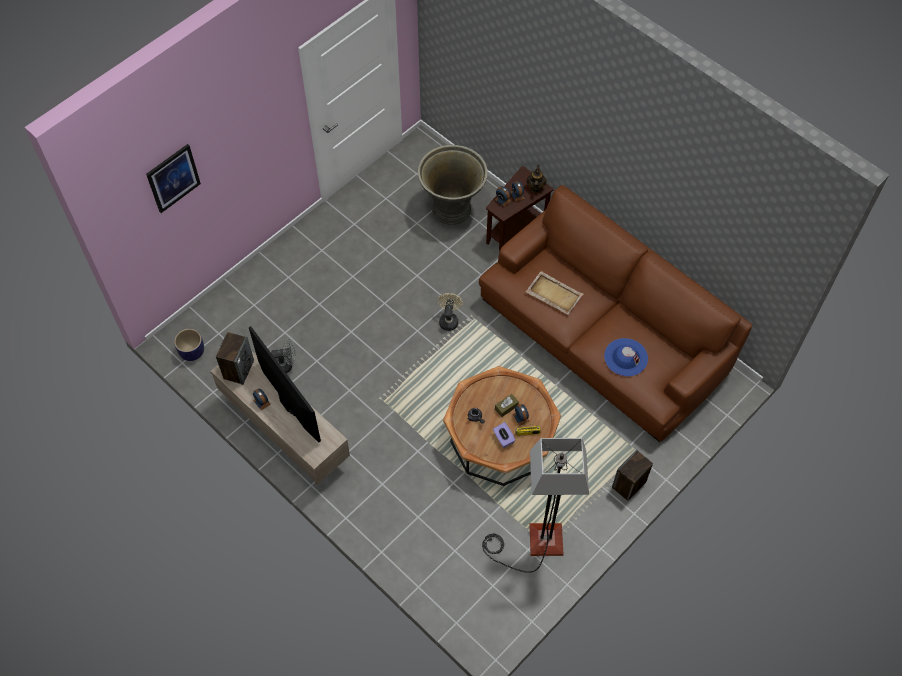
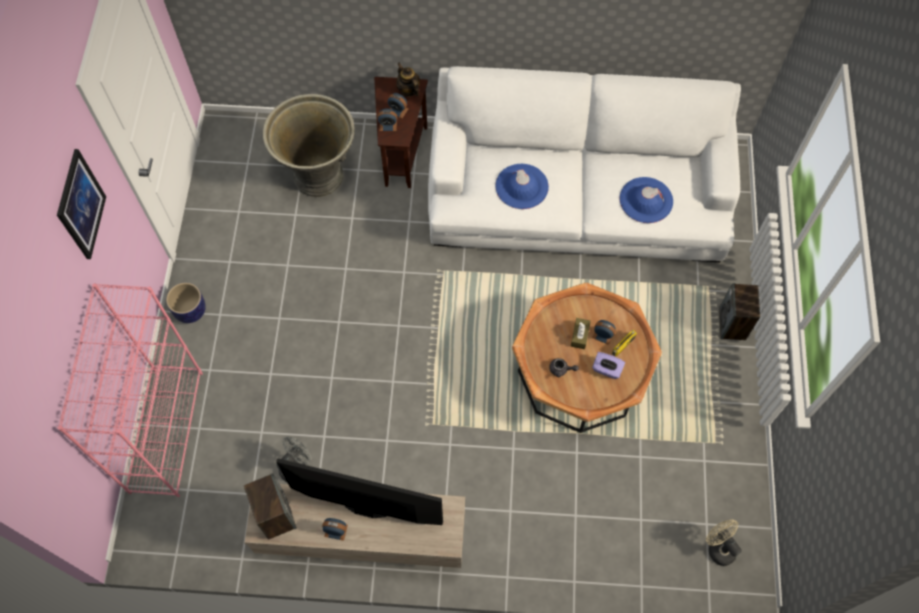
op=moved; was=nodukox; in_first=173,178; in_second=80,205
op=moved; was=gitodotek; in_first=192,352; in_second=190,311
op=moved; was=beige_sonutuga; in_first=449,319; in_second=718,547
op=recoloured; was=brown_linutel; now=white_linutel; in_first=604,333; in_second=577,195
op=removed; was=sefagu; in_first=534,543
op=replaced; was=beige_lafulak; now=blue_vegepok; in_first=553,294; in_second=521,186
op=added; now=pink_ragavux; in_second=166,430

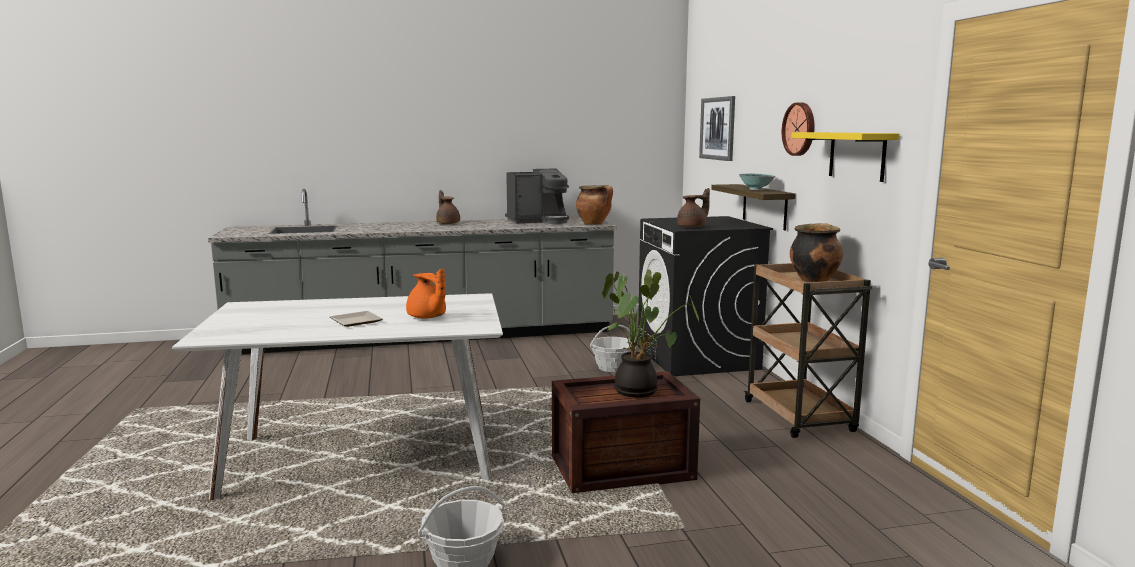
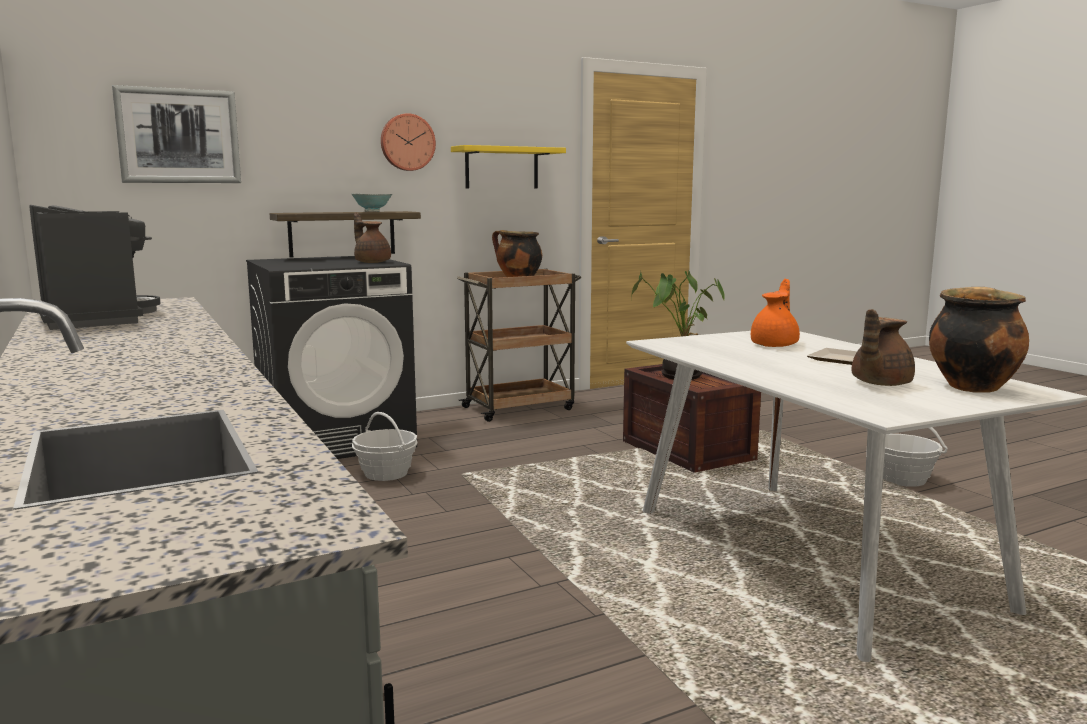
op=moved; was=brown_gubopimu; in_first=448,223; in_second=879,384
op=moved; was=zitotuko; in_first=594,223; in_second=971,387

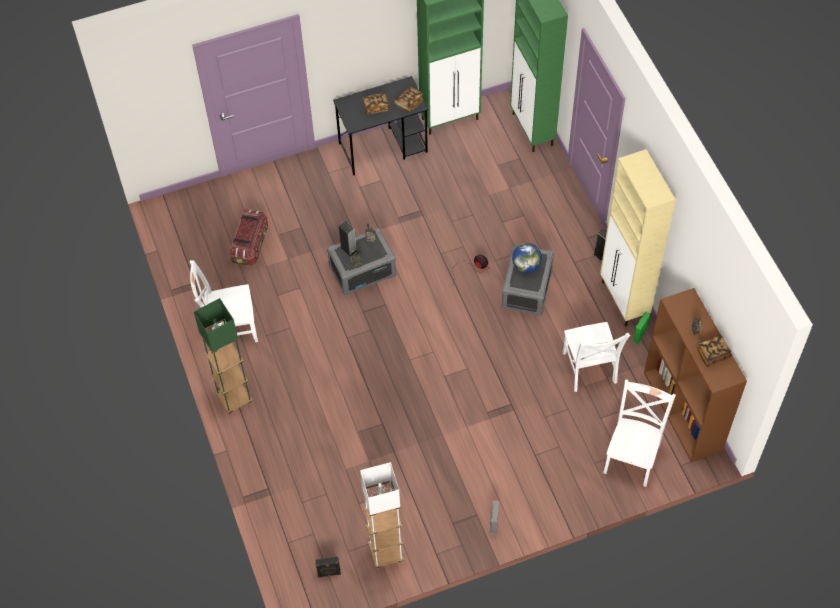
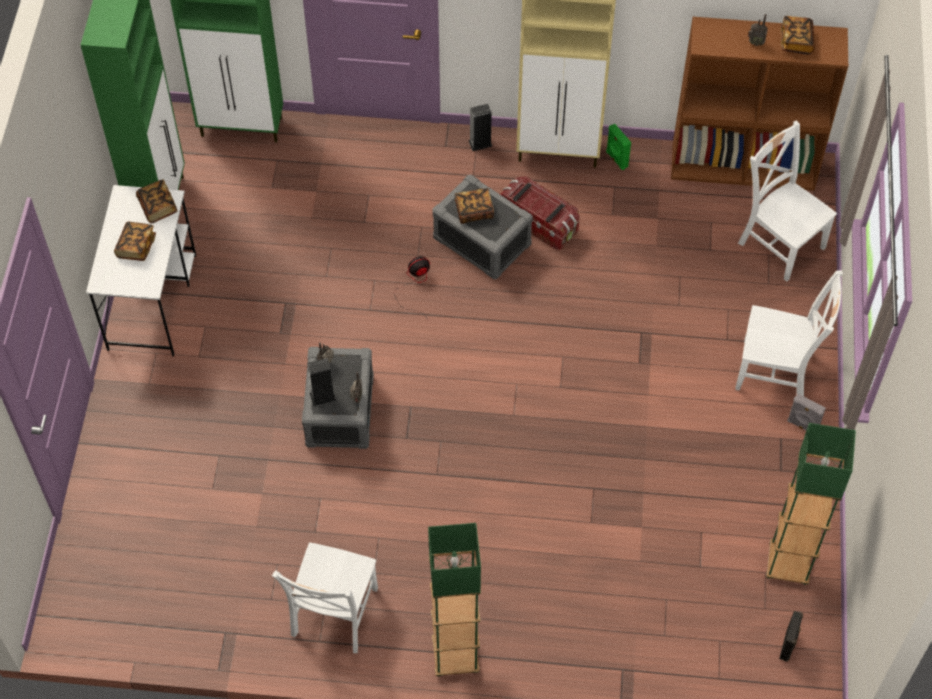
op=moved; was=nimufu; in_first=250,244; in_second=539,222
op=recoloured; was=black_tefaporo; now=white_tefaporo; in_first=383,147; in_second=152,300
op=recoloured; was=white_sefagu; now=green_sefagu; in_first=386,553; in_second=788,564
op=replaced; was=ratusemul; now=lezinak; in_first=526,265; in_second=474,211
op=moved; was=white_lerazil; in_first=589,370; in_second=777,372

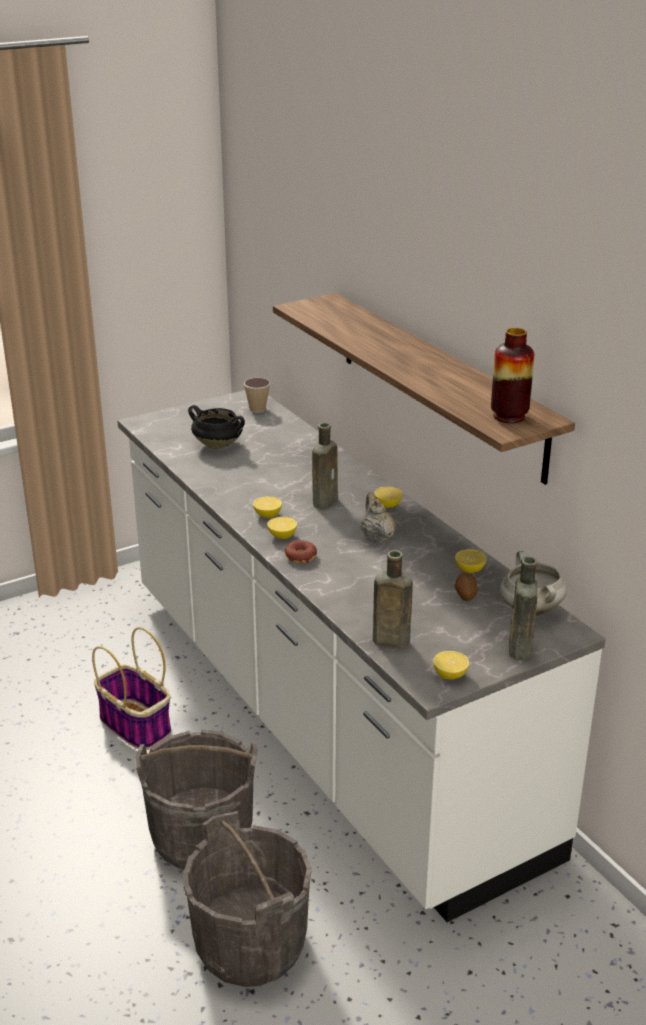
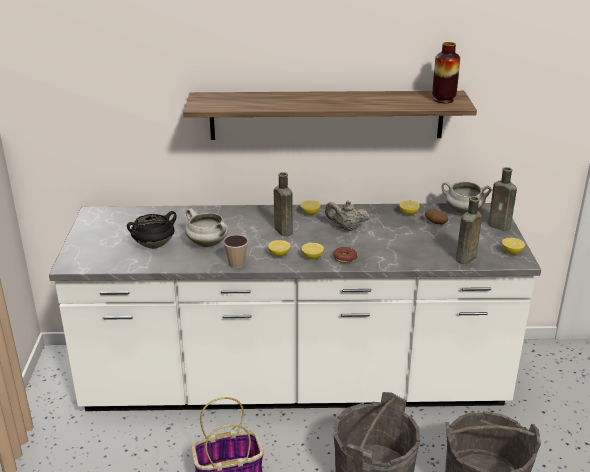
op=moved; was=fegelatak; in_first=257,409; in_second=236,264
op=added; now=white_zitotuko; in_second=208,243

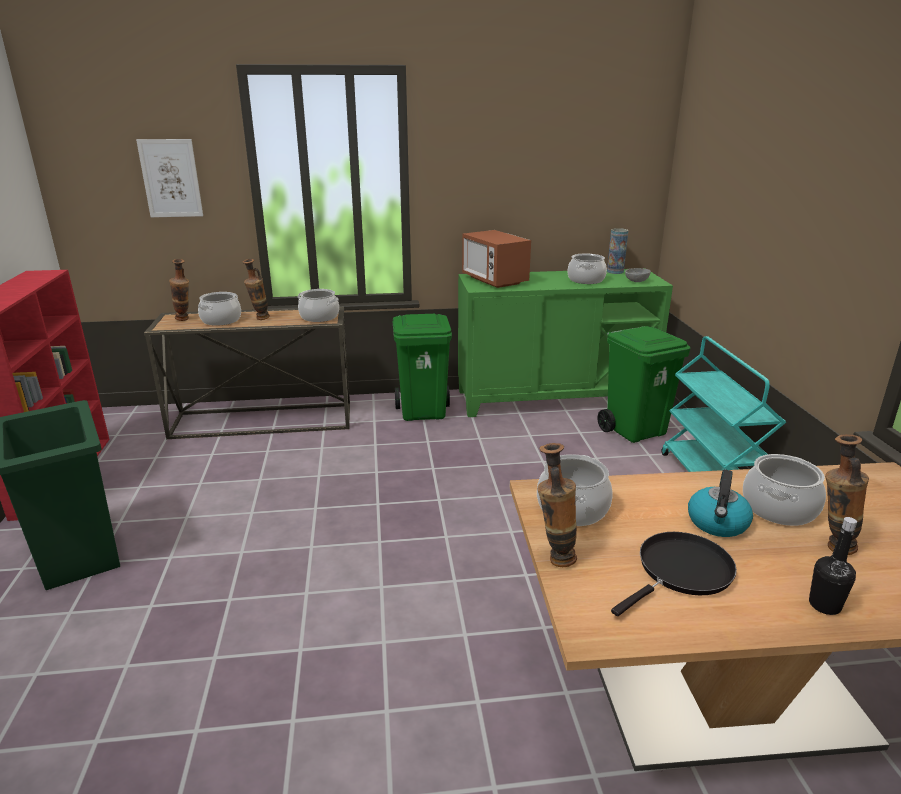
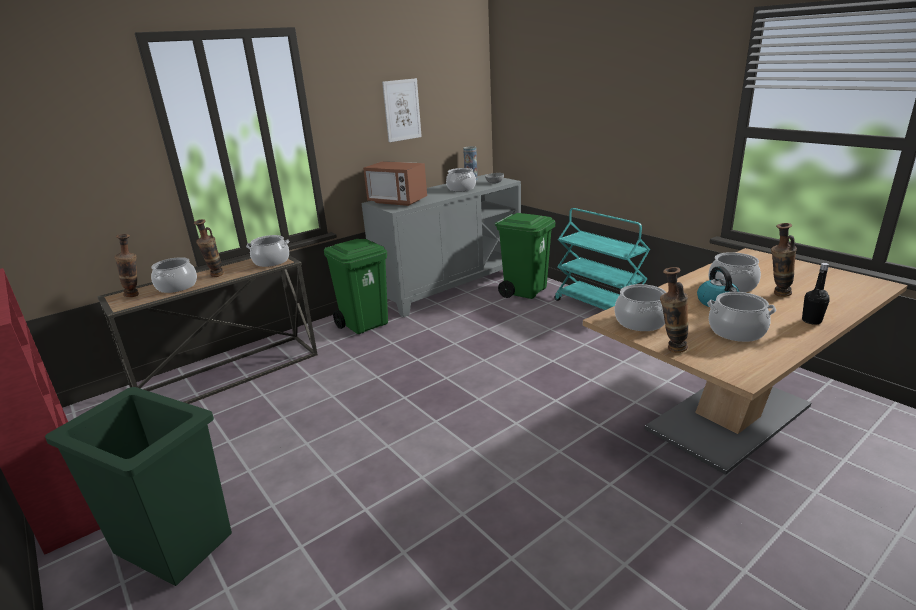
op=moved; was=nodukox; in_first=171,178; in_second=402,110
op=recoloured; was=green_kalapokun; now=grey_kalapokun; in_first=553,398; in_second=450,286
op=replaced; was=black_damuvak; now=zitotuko; in_first=681,572; in_second=736,331

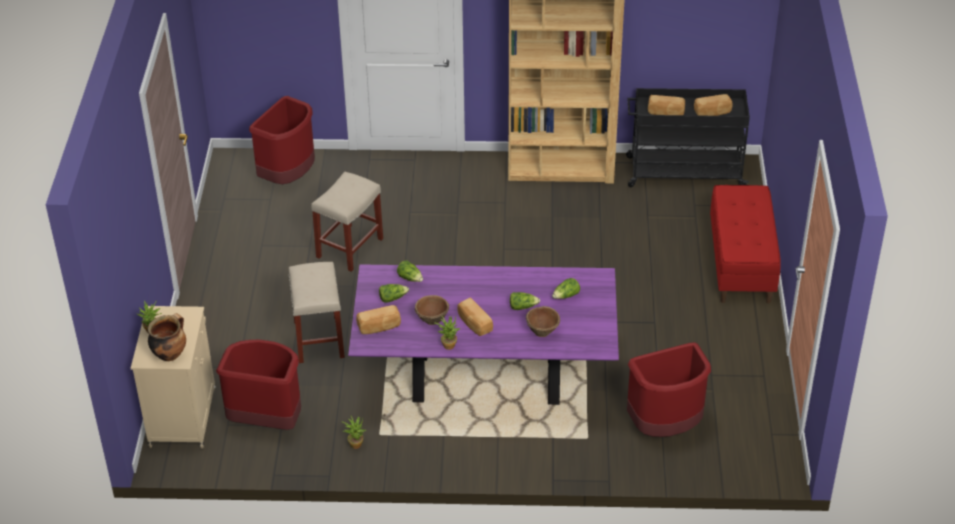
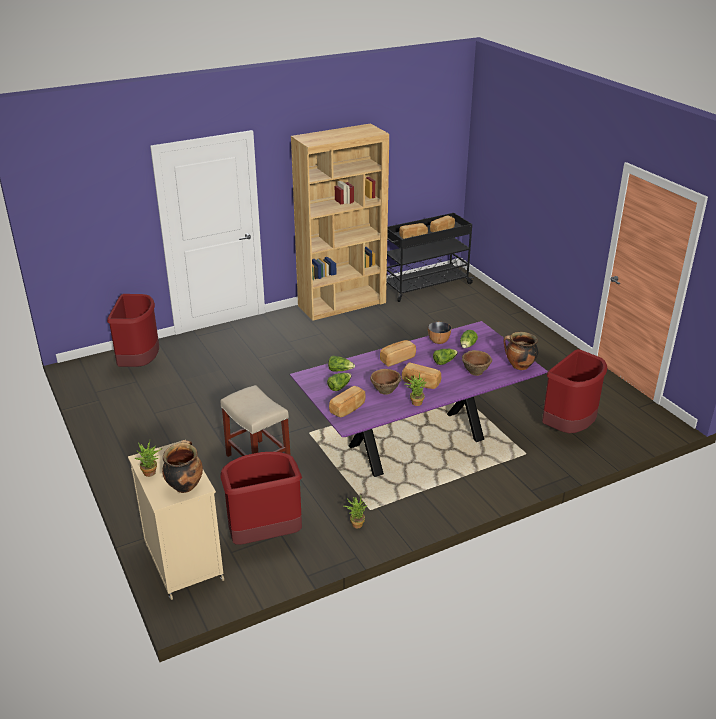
op=removed; was=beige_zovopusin; in_first=350,247
op=removed; was=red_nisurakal; in_first=741,264
op=added; now=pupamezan; in_second=397,359
op=added; now=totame; in_second=439,341
op=added; now=zitotuko; in_second=519,366

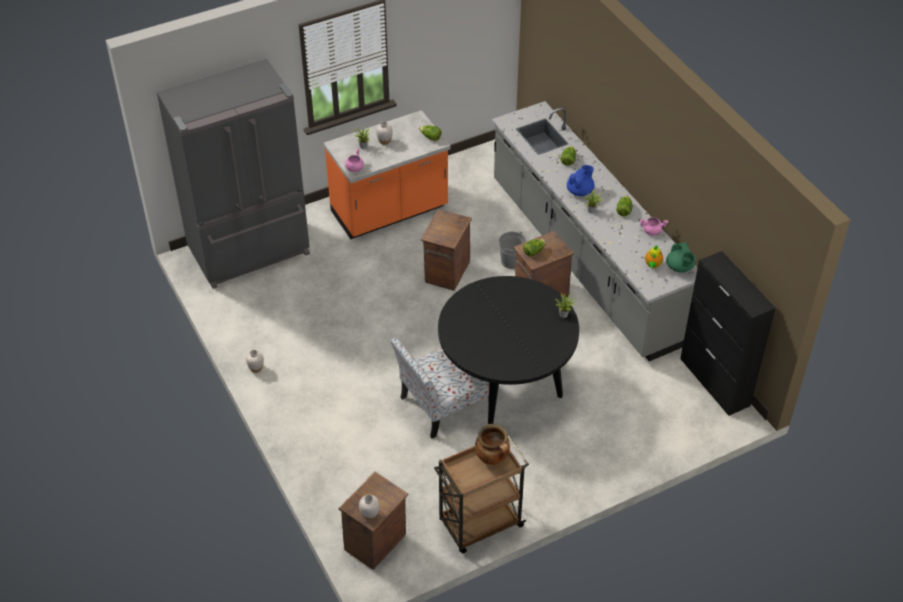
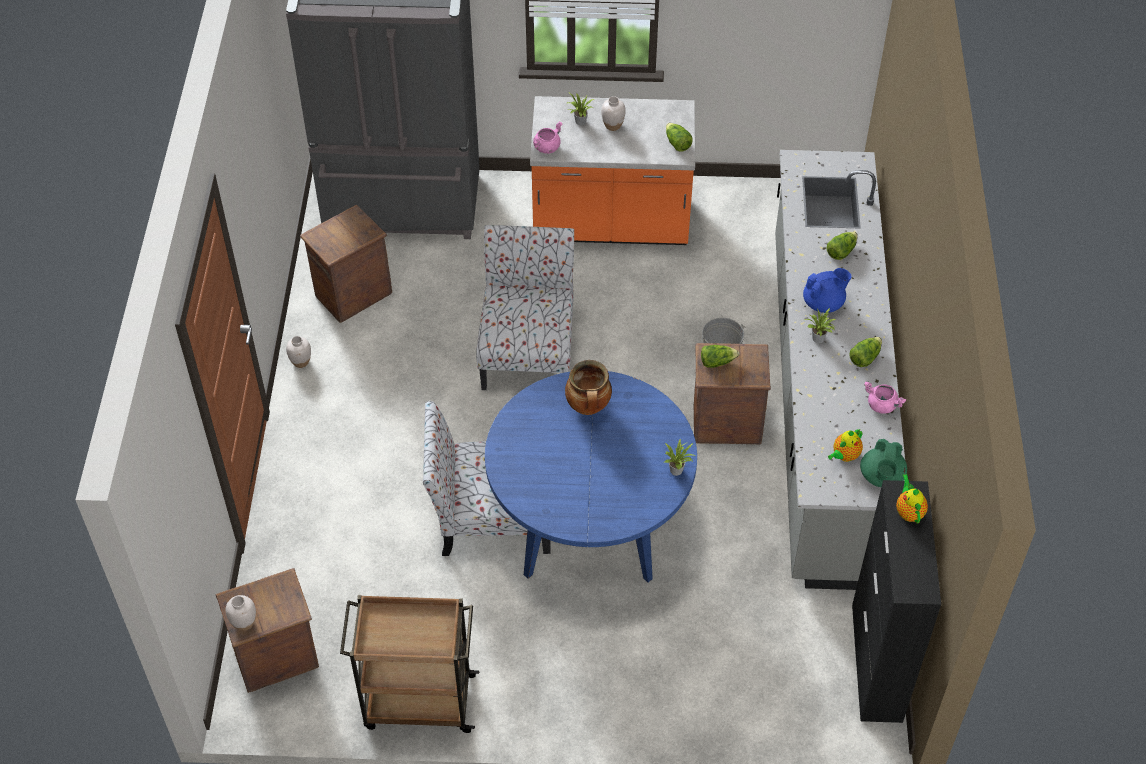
op=moved; was=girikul; in_first=447,272; in_second=352,295
op=recoloured; was=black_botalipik; now=blue_botalipik; in_first=505,383; in_second=590,526
op=moved; was=zitotuko; in_first=492,458; in_second=588,407
op=added; now=lerazil; in_second=528,350
op=added; now=gubopimu; in_second=909,511

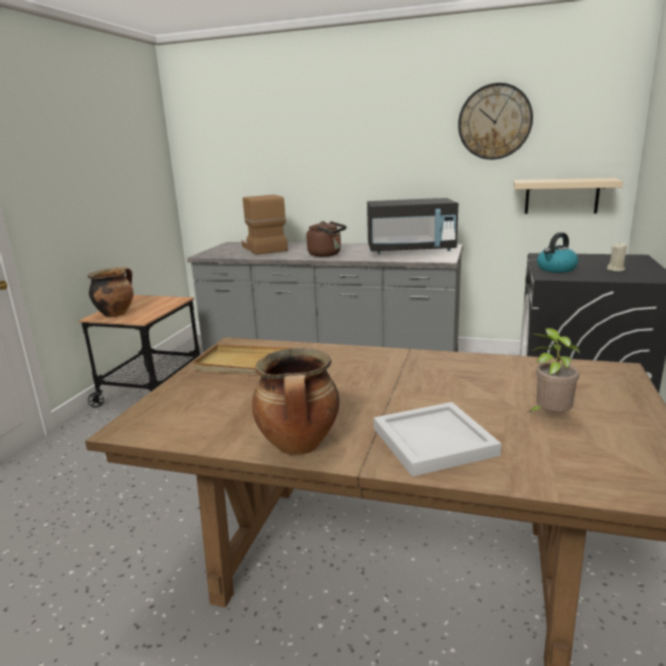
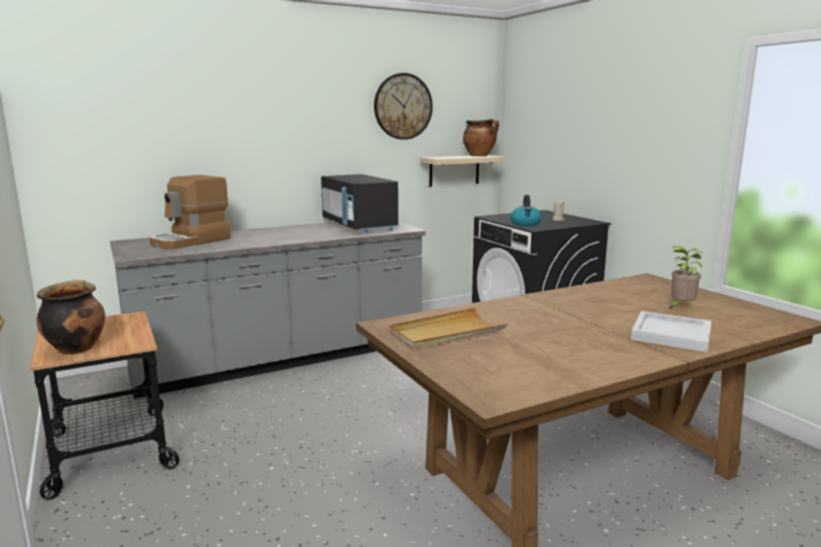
op=turned; was=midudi; in_first=263,248; in_second=191,241; clockwise=-75
op=moved; was=zitotuko; in_first=299,446; in_second=480,156
op=removed; was=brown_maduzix; in_first=327,254
op=turned; was=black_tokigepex; in_first=411,250; in_second=359,226; clockwise=105

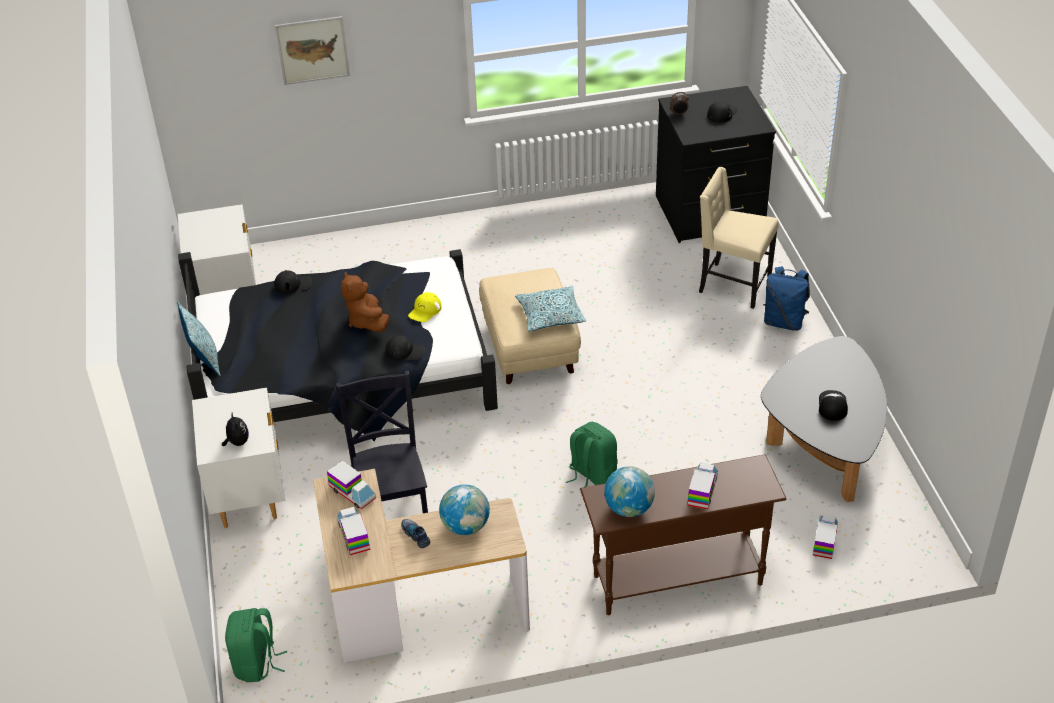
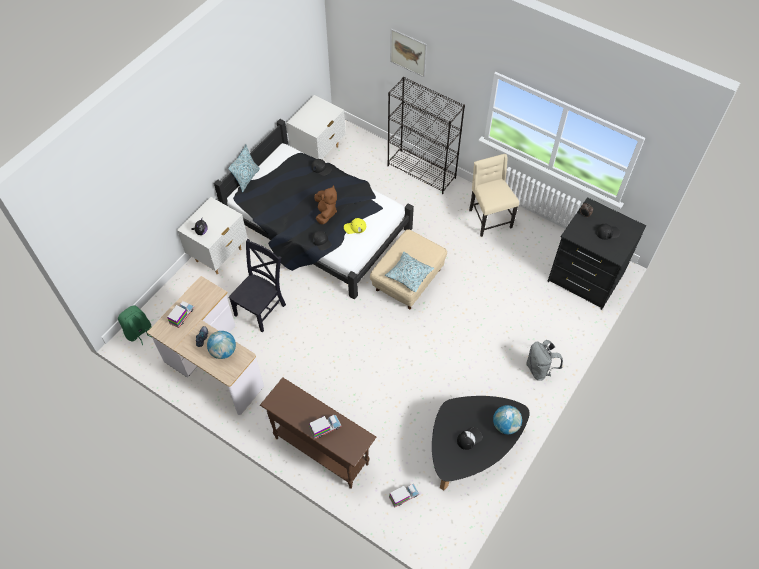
op=removed; was=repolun; in_first=352,493
op=turned; was=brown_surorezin; in_first=367,321; in_second=325,213; clockwise=150
op=removed; was=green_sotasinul; in_first=591,475
op=moved; was=ratusemul; in_first=629,508; in_second=505,425
op=moved; was=beige_lerazil; in_first=733,284; in_second=489,218
op=recoloured; was=blue_sotasinul; now=grey_sotasinul; in_first=784,322; in_second=539,369
op=added; now=black_ragavux; in_second=422,172

